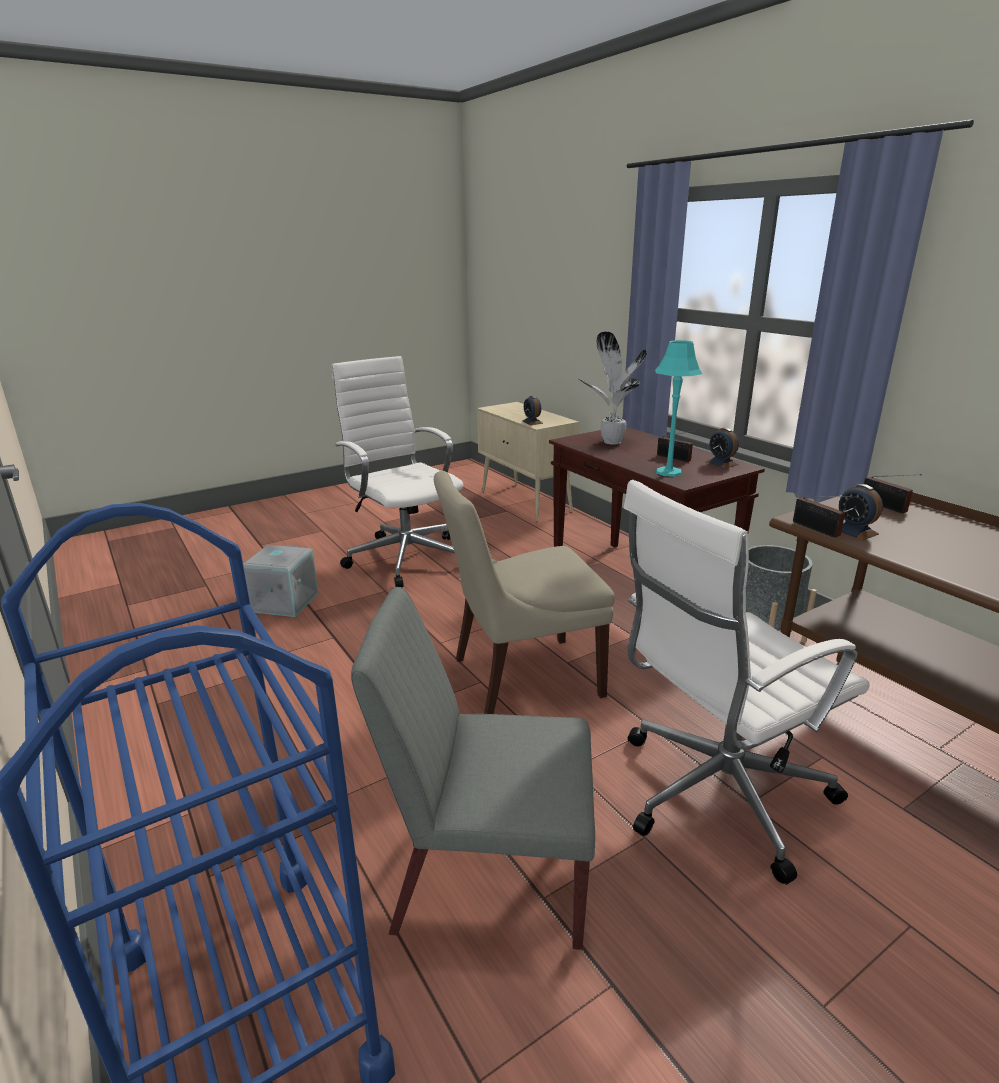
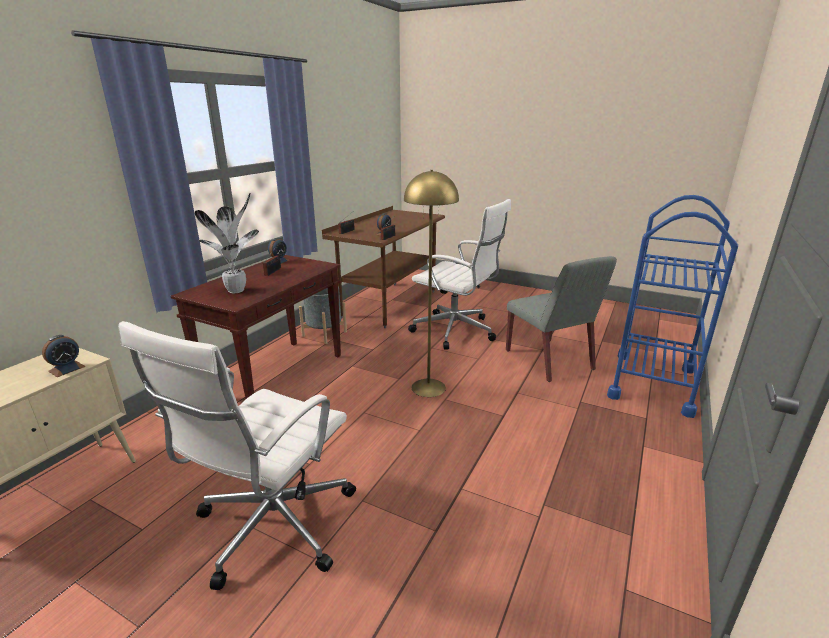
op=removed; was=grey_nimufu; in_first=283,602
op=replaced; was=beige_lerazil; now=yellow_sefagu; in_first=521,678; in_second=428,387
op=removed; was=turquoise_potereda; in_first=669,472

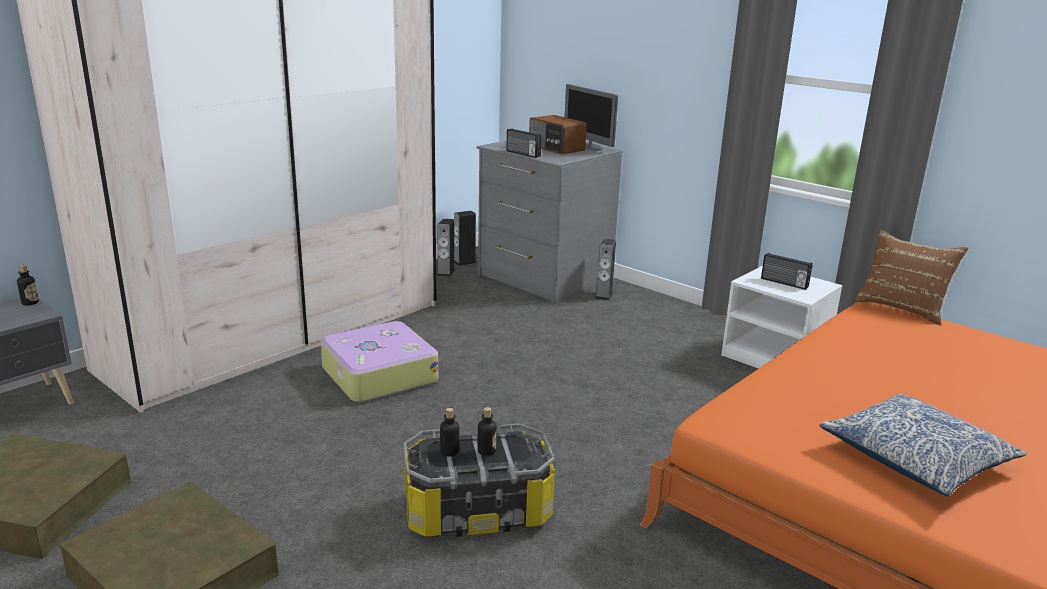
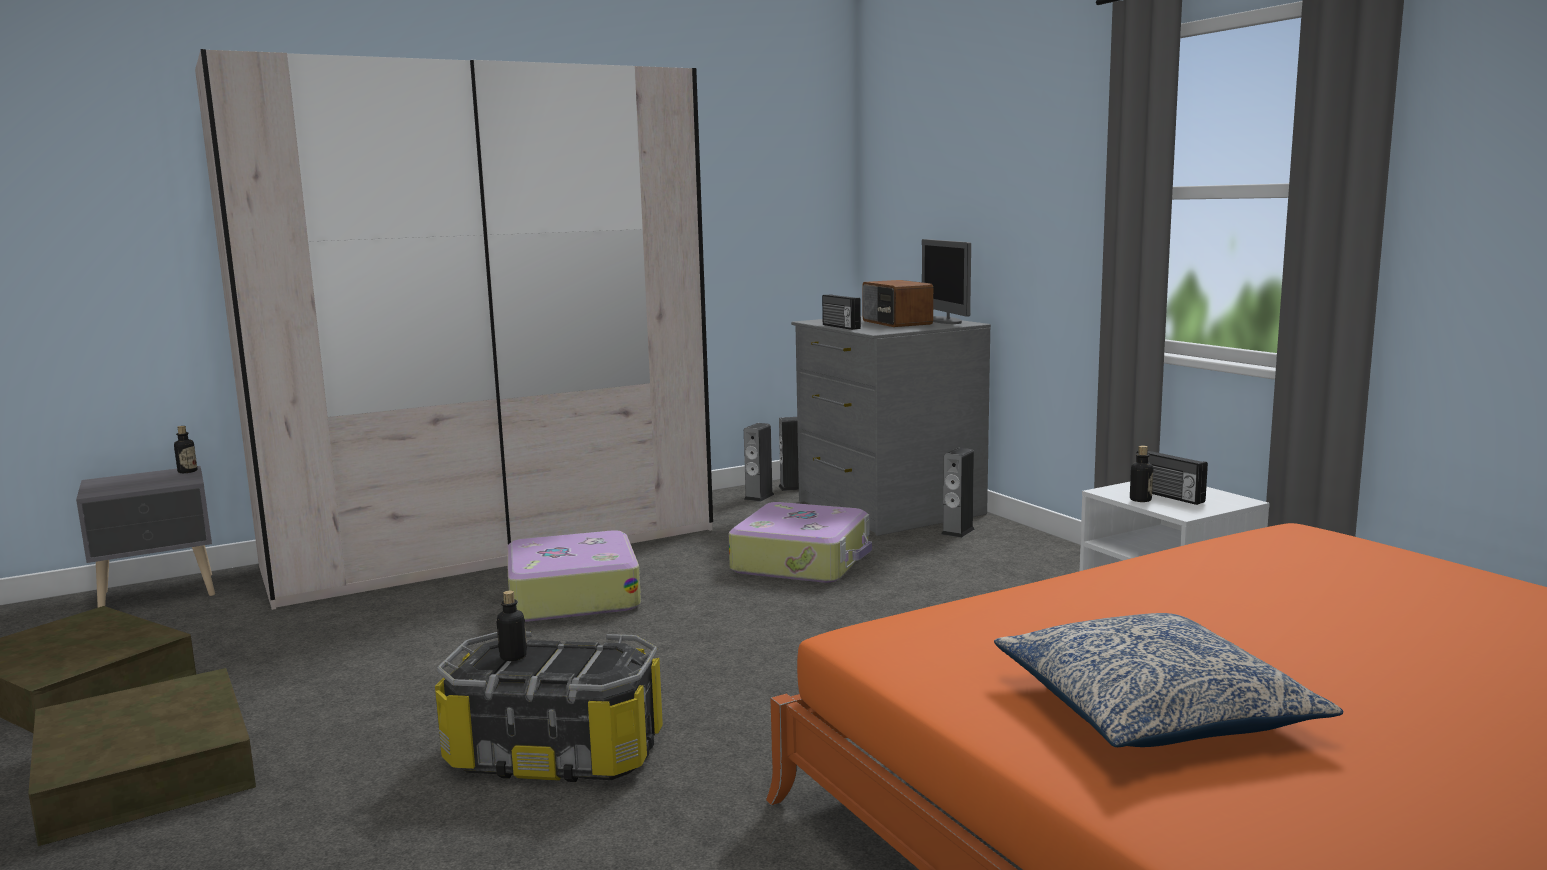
op=moved; was=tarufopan; in_first=486,451; in_second=1140,500
op=removed; was=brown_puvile; in_first=902,307
op=added; now=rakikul; in_second=803,561

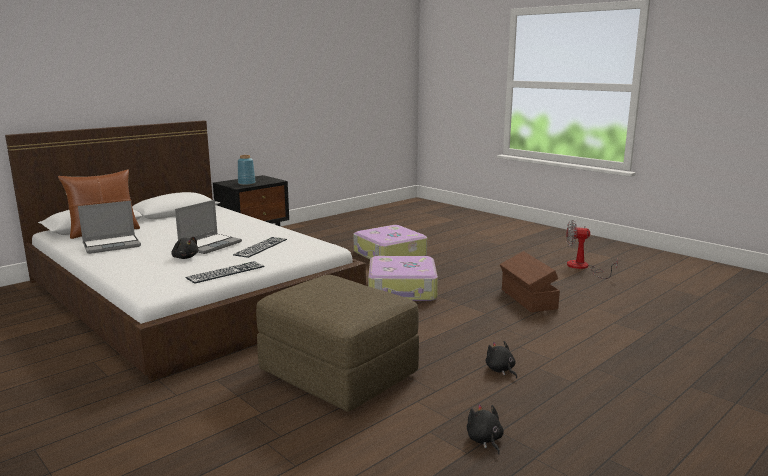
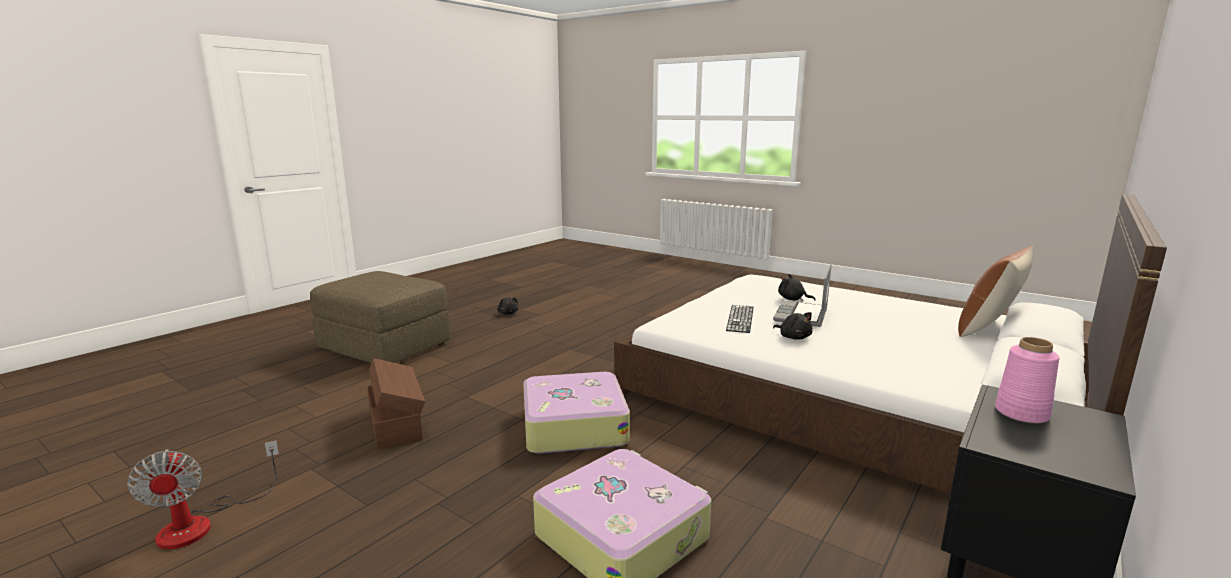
op=removed; was=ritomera; in_first=112,245
op=removed; was=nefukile; in_first=225,272
op=recoloured; was=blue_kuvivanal; now=pink_kuvivanal; in_first=246,183; in_second=1020,413
op=moved; was=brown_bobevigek; in_first=339,374; in_second=384,347
op=moved; was=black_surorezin; in_first=500,370; in_second=793,337
op=turned; was=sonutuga; in_first=583,267; in_second=202,523; clockwise=60

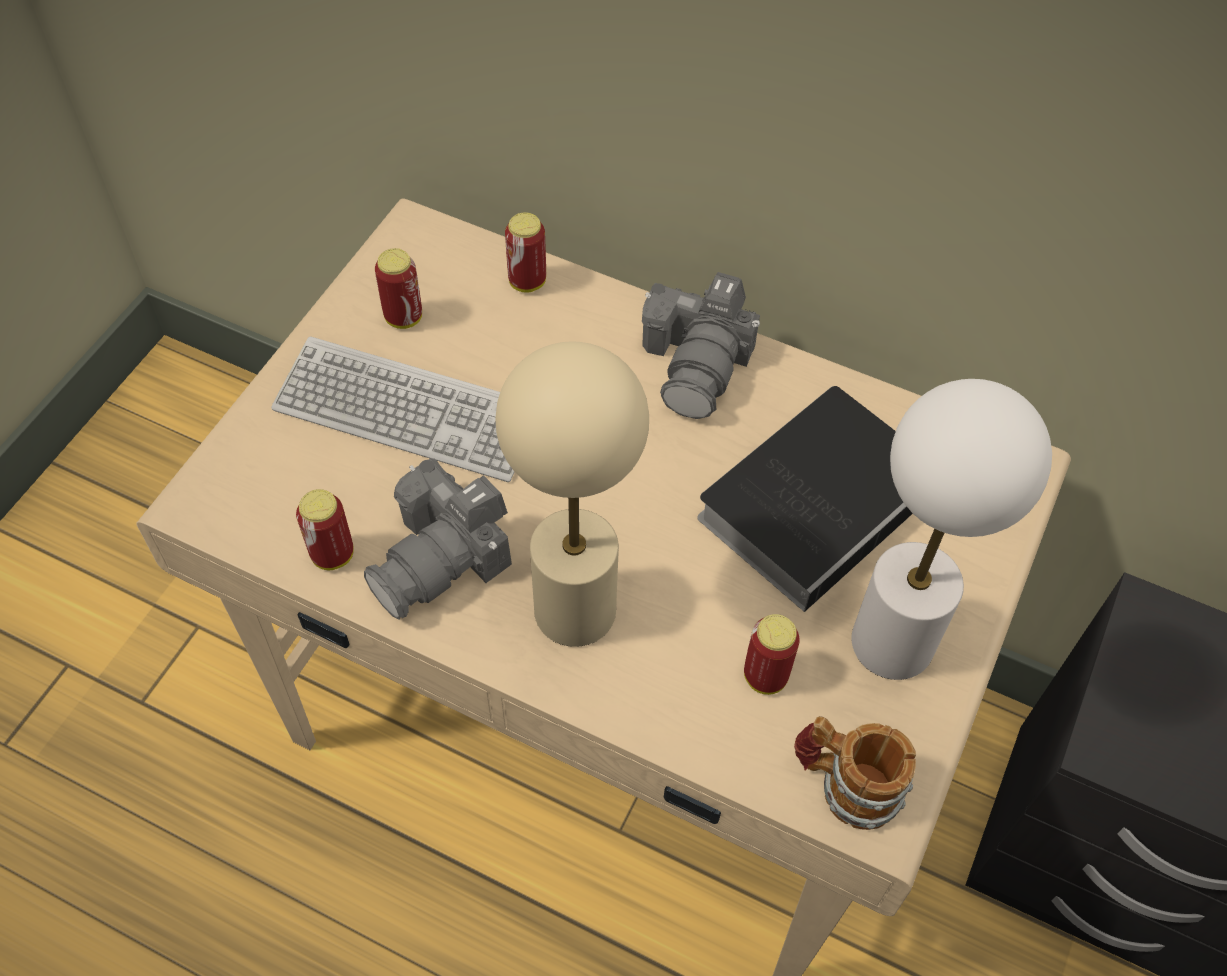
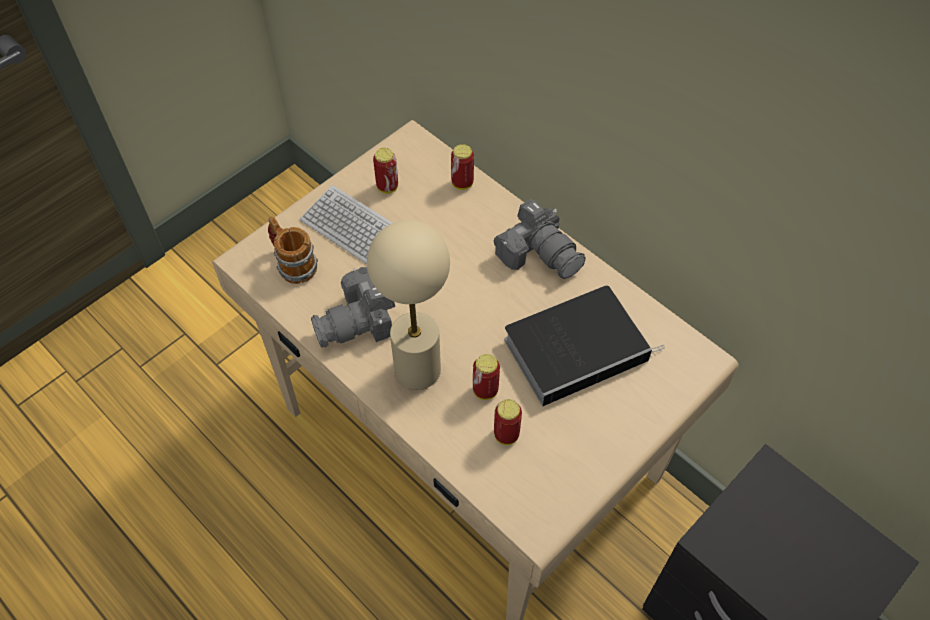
op=moved; was=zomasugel; in_first=333,555; in_second=485,390
op=turned; was=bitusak; in_first=698,363; in_second=539,253; clockwise=-75
op=moved; was=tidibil; in_first=845,784; in_second=293,263
op=removed; was=white_potereda; in_first=891,643

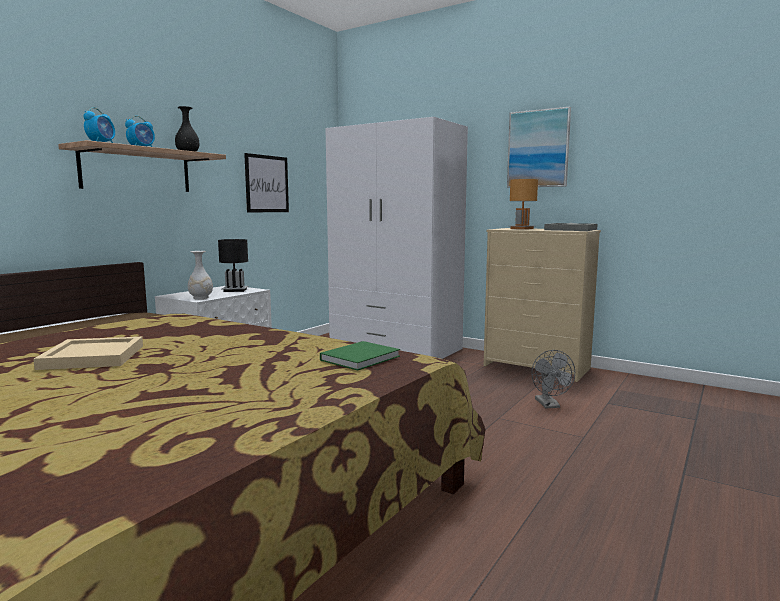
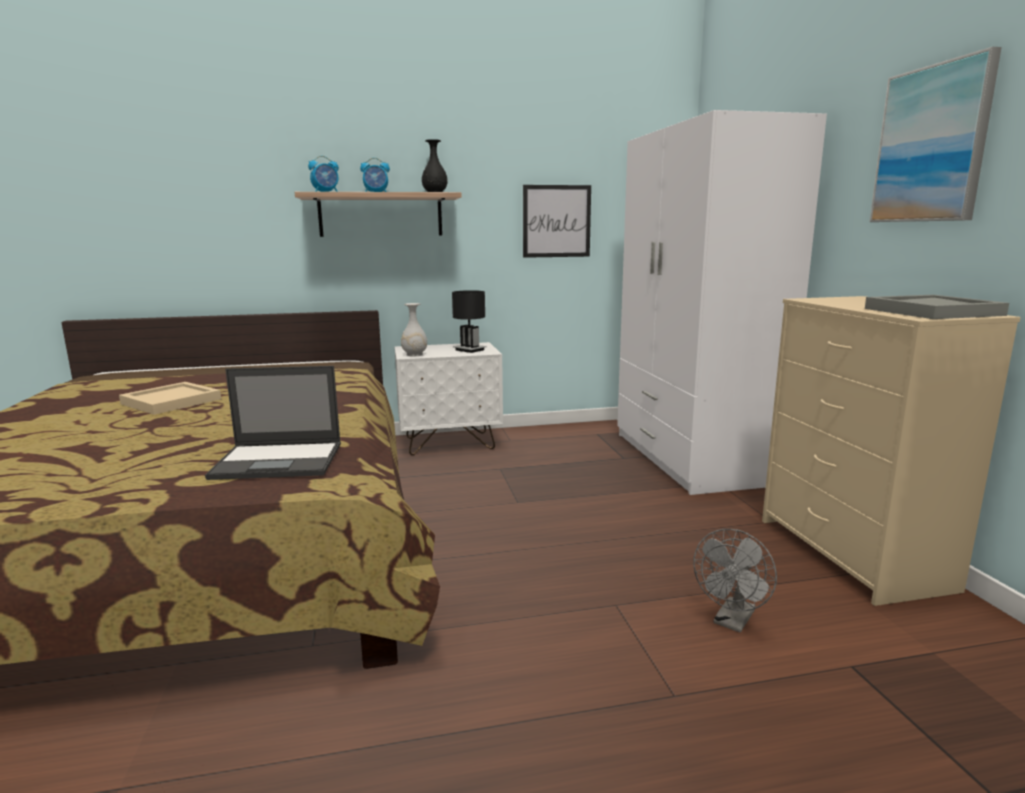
op=replaced; was=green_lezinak; now=ritomera; in_first=362,357; in_second=280,461
op=removed; was=brown_potereda; in_first=521,228

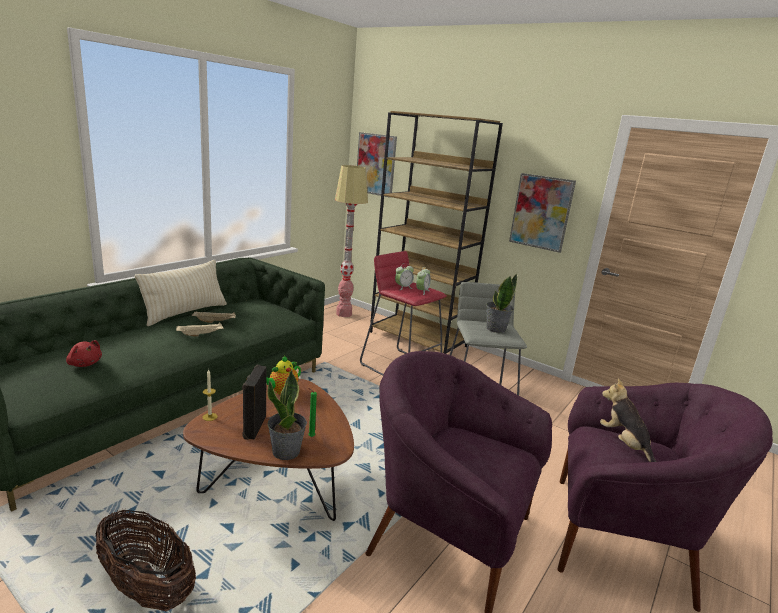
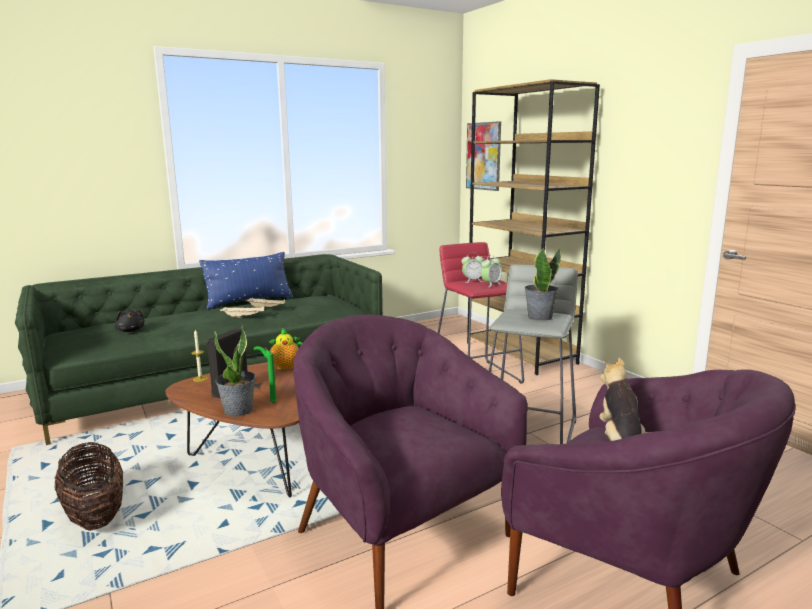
op=recoloured; was=red_surorezin; now=black_surorezin; in_first=84,364; in_second=130,330
op=recoloured; was=beige_puvile; now=blue_puvile; in_first=185,313; in_second=249,302
op=removed; was=sefagu; in_first=344,314
op=removed; was=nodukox; in_first=541,212

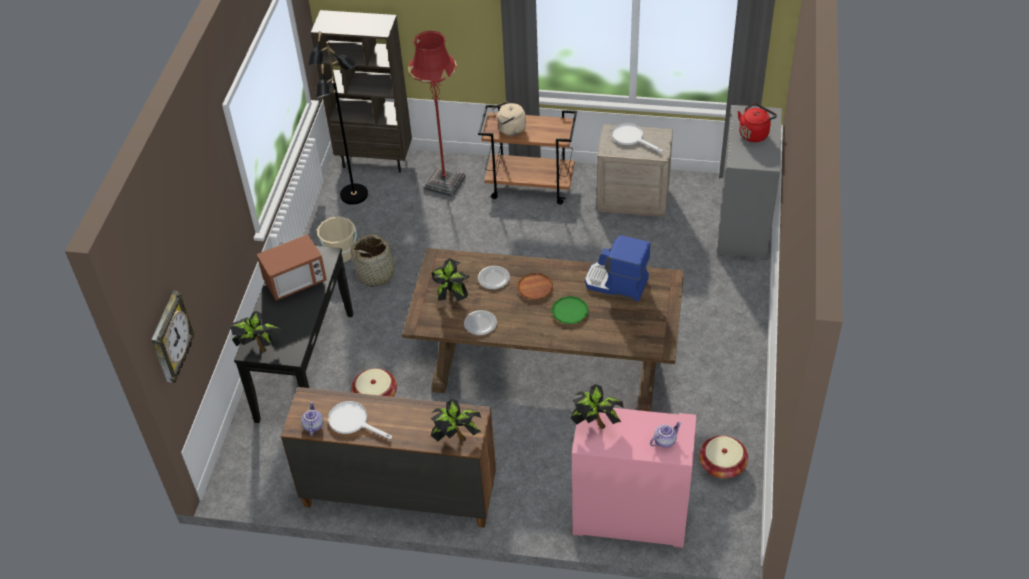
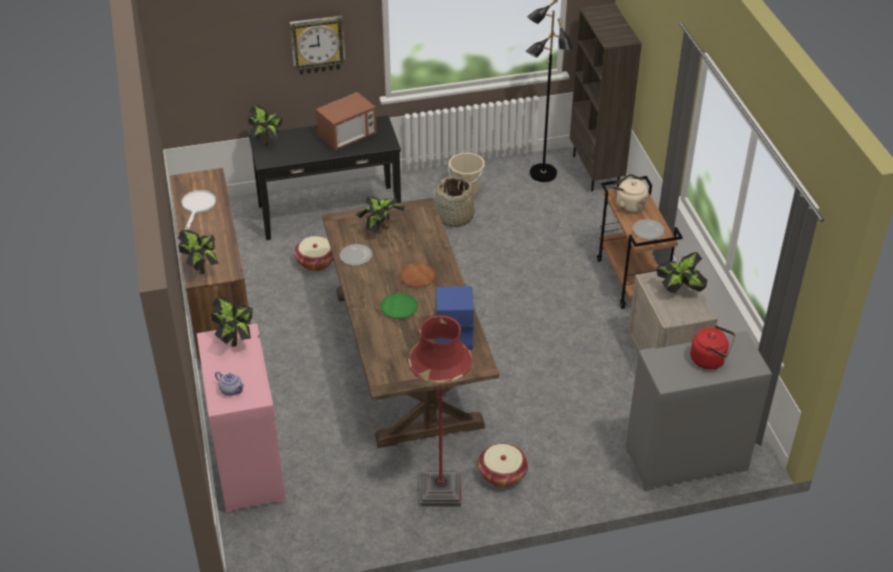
op=moved; was=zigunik; in_first=170,339; in_second=317,44
op=turned; was=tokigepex; in_first=295,282; in_second=347,137; clockwise=-75
op=removed; was=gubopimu; in_first=313,425
op=moved; was=red_sefagu; in_first=444,183; in_second=440,490
op=moved; was=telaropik; in_first=493,278; in_second=648,230
op=replaced; was=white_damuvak; now=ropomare; in_first=631,138; in_second=679,291
op=moved; was=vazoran; in_first=722,465; in_second=502,474

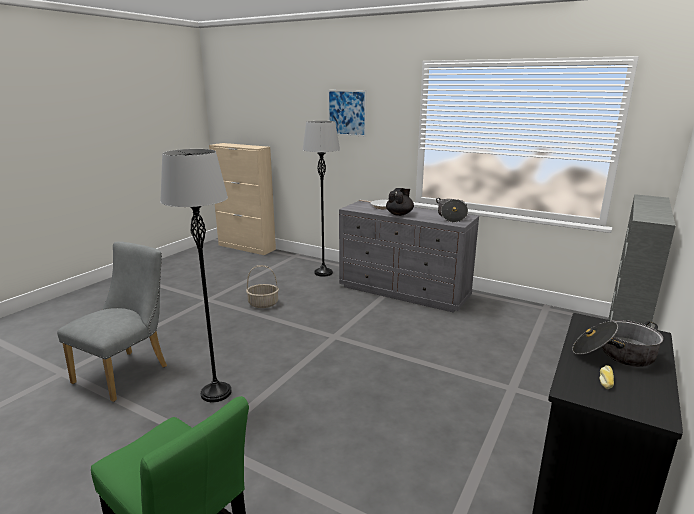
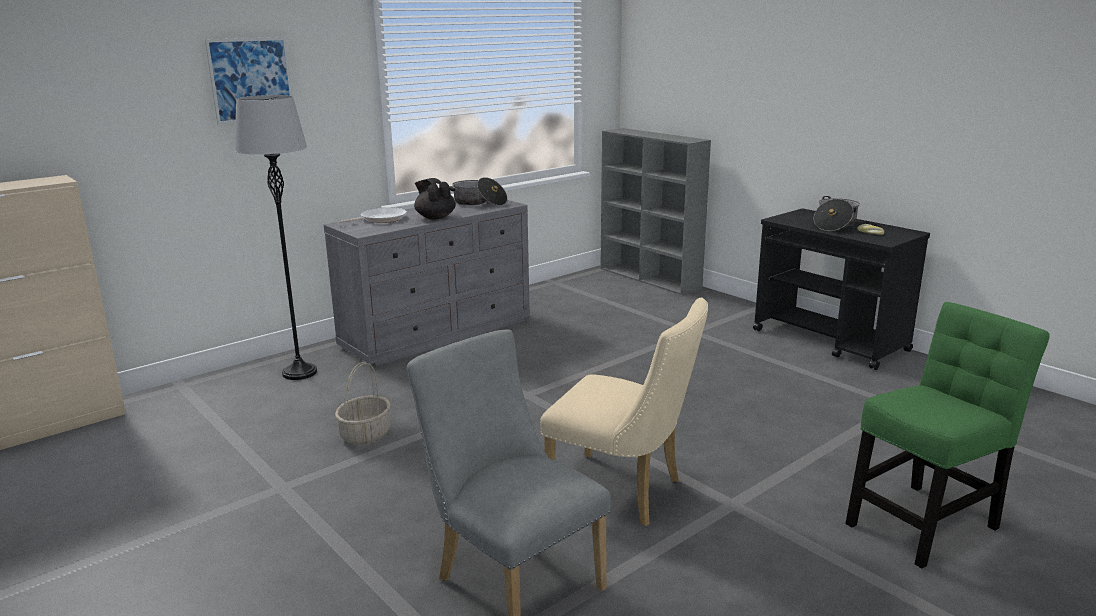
op=replaced; was=grey_sefagu; now=beige_lerazil; in_first=216,393; in_second=623,492

